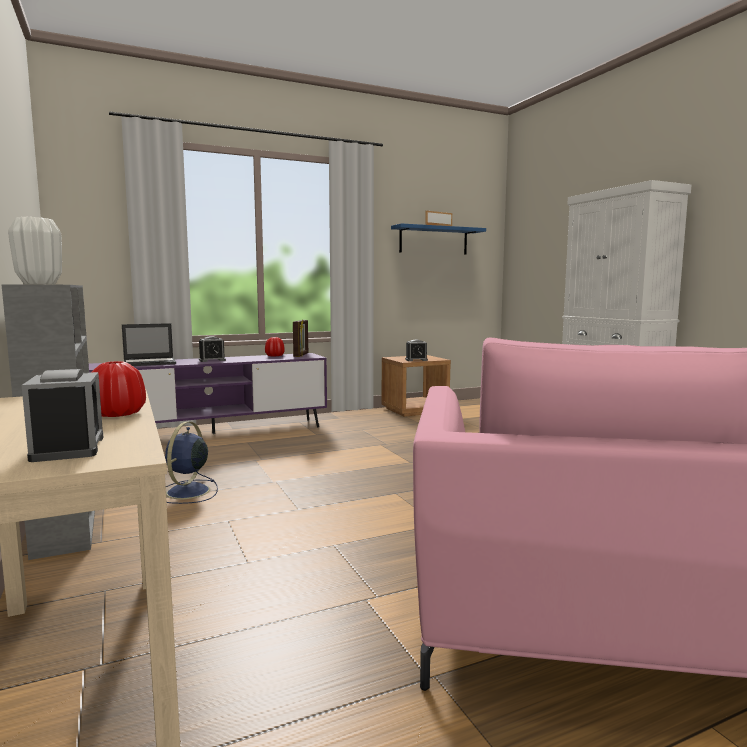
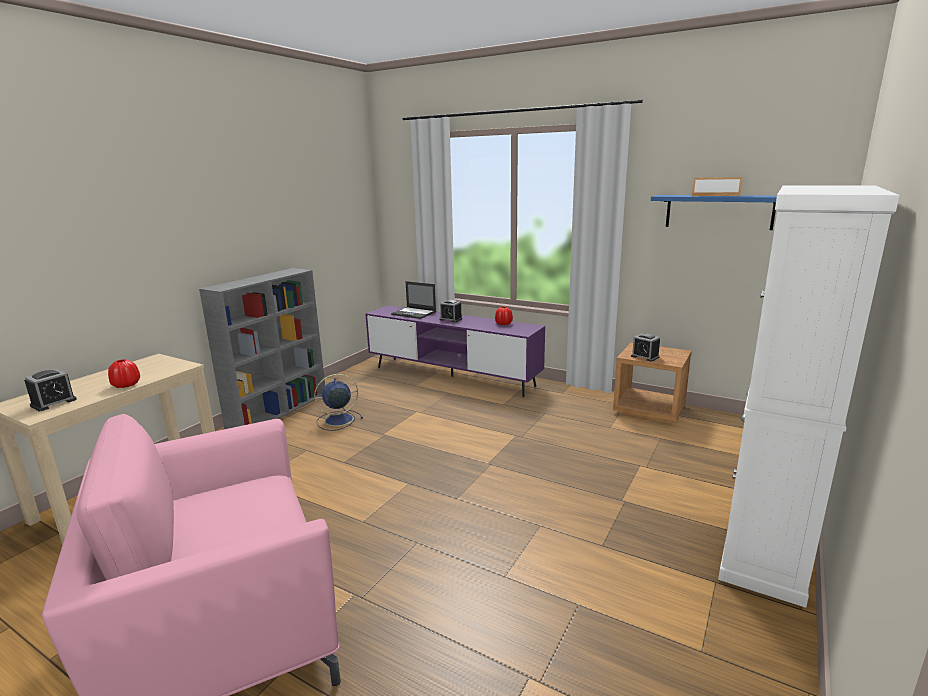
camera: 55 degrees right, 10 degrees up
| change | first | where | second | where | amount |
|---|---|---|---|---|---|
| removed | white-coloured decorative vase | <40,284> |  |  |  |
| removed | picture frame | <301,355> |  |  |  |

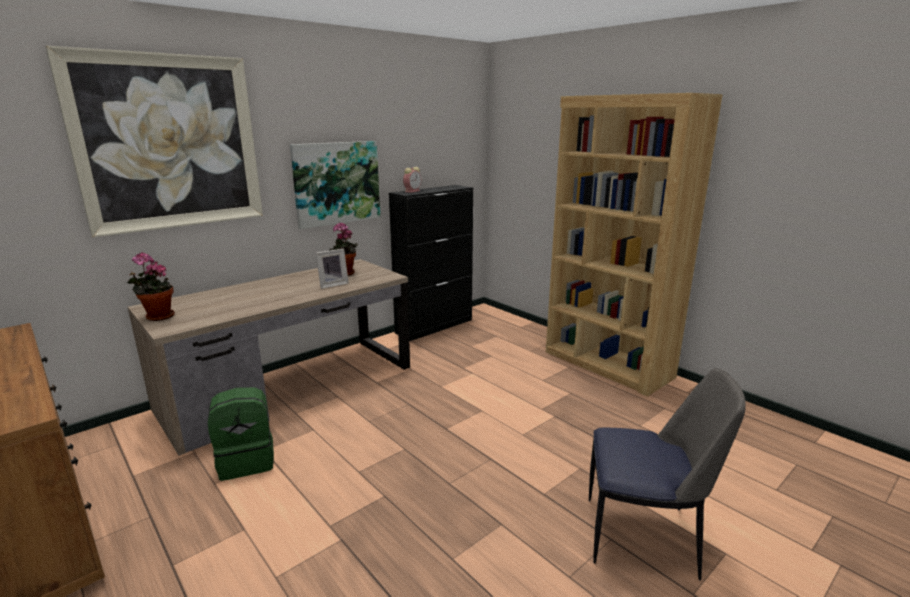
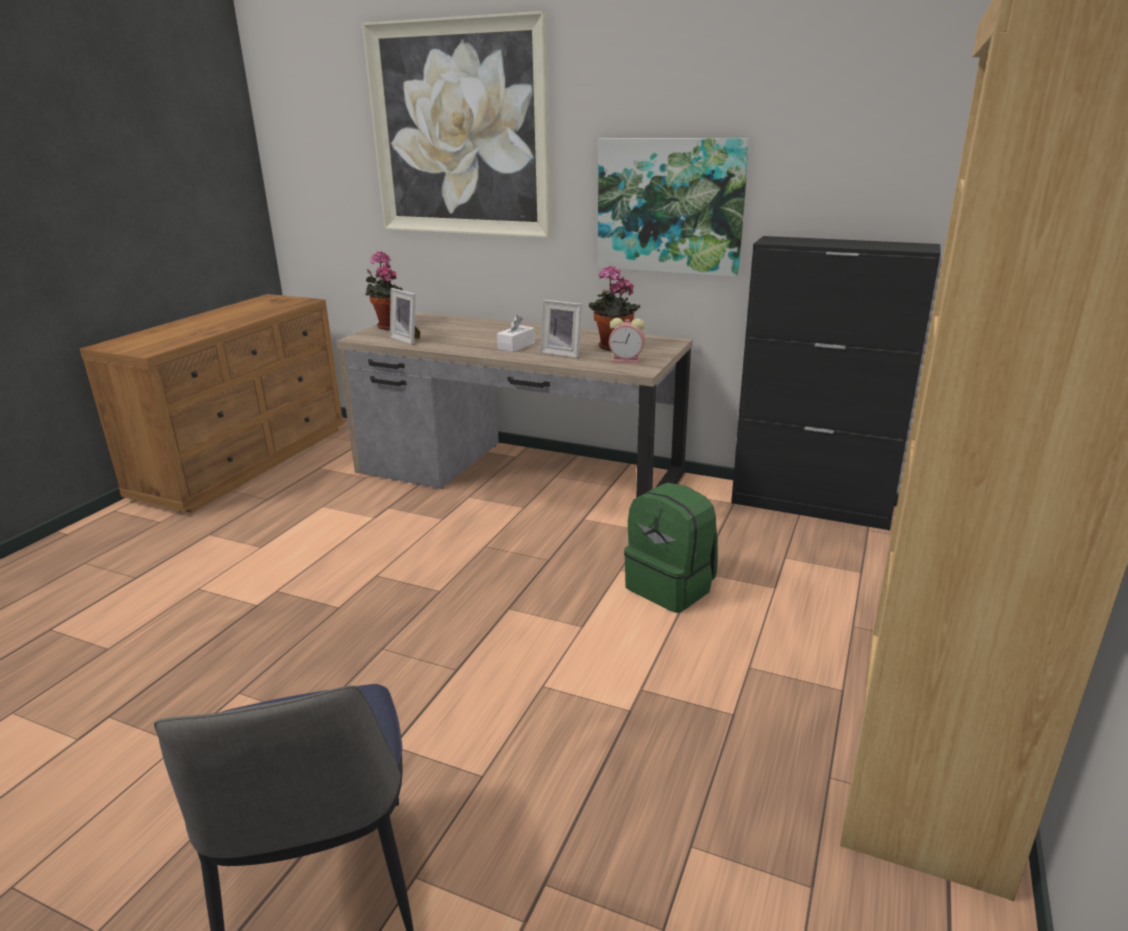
camera: 65 degrees right, 5 degrees up
| change | first | where | second | where | amount |
|---|---|---|---|---|---|
| moved | greenish backpack | <247,461> |  | <671,587> |  |
| moved | table clock | <412,191> |  | <627,360> |  |
| added |  |  | picture frame | <408,339> |  |
| added |  |  | white-coloured tissue holder | <516,346> |  |

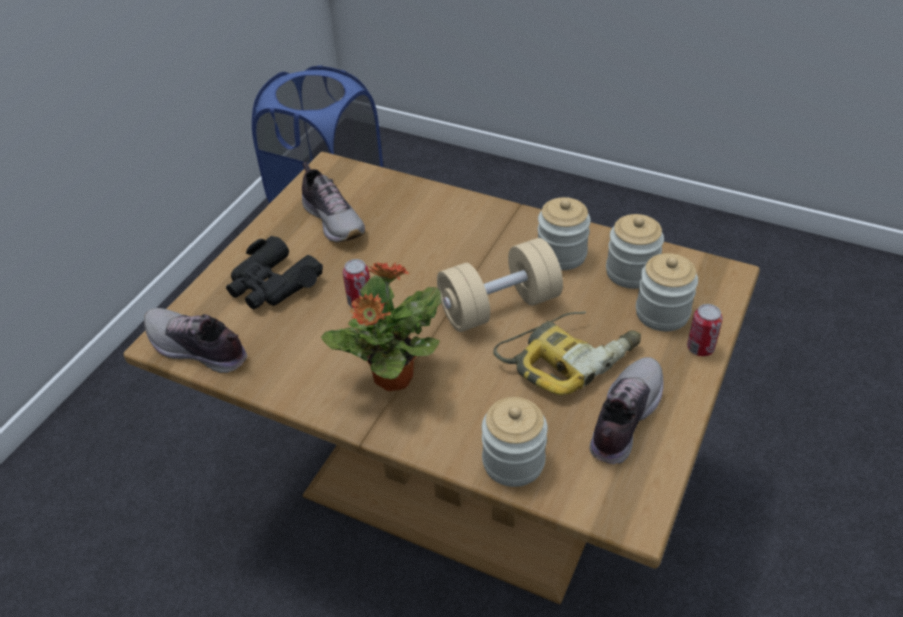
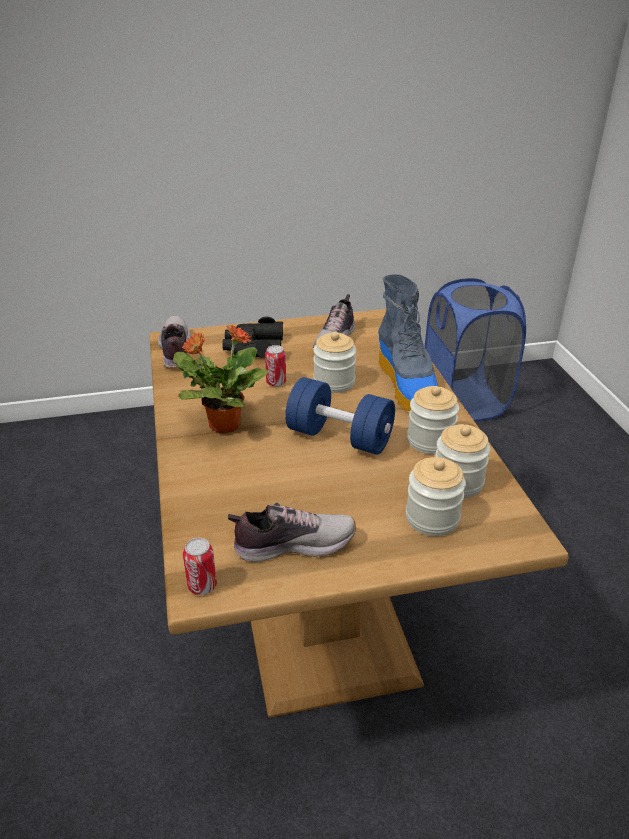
camera: 50 degrees right, 10 degrees down
| change | first | where | second | where | amount |
|---|---|---|---|---|---|
| recoloured | beige-coloured free weight | <499,306> | blue free weight | <339,437> |  |
| moved | jar | <513,461> |  | <334,382> |  |
| removed | power drill | <569,357> |  |  |  |
| moved | can | <700,348> |  | <202,586> |  |
| added |  |  | boot | <408,386> |  |

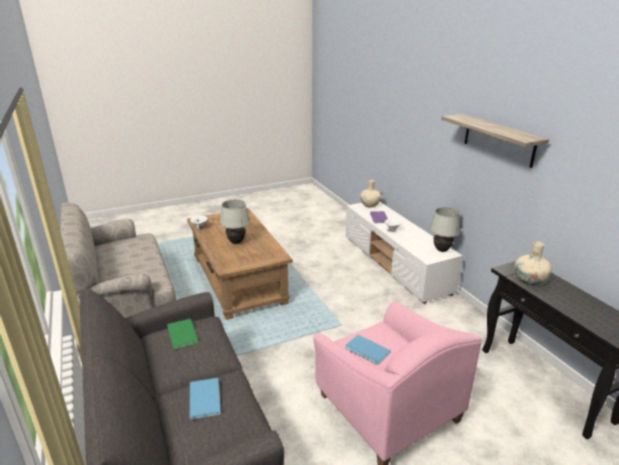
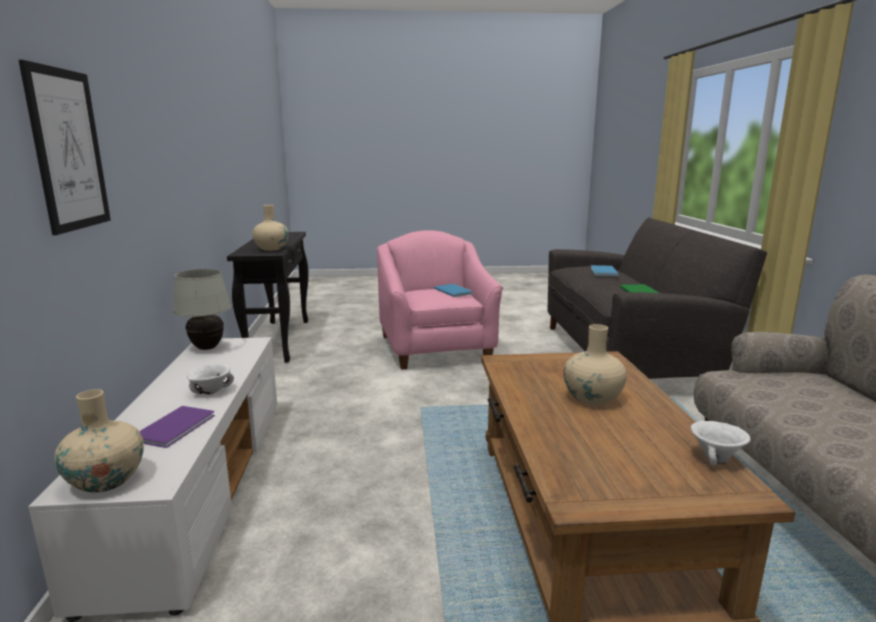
camera: 160 degrees left, 10 degrees down
| change | first | where | second | where | amount |
|---|---|---|---|---|---|
| replaced | white-coloured table lamp | <236,242> | beige-coloured decorative vase | <592,398> |  |
| removed | bracket shelf | <498,140> |  |  |  |
| added |  |  | picture | <68,150> |  |

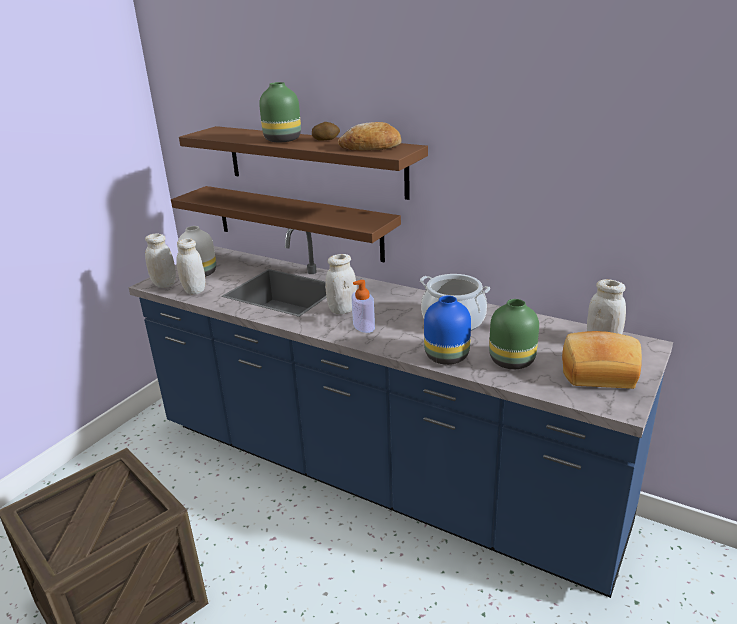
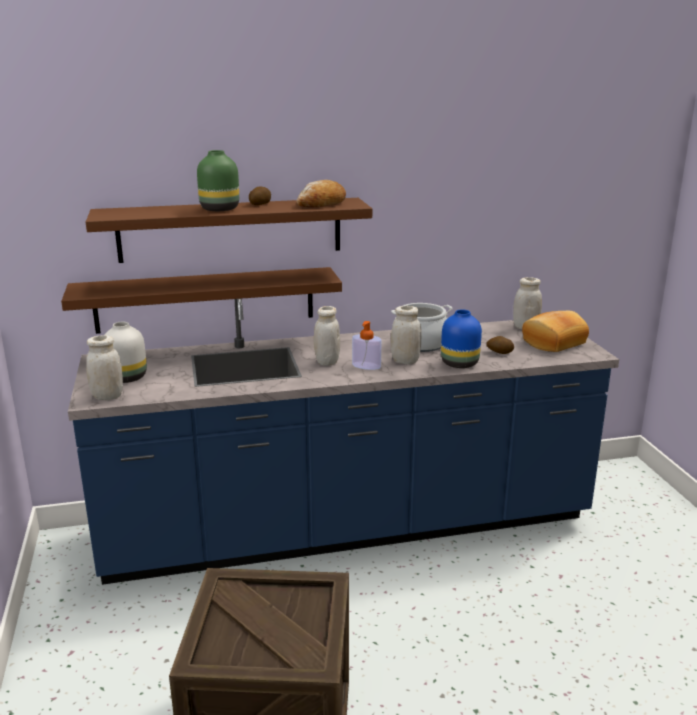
camera: 45 degrees left, 5 degrees down
| change | first | where | second | where | amount |
|---|---|---|---|---|---|
| moved | white-coloured jar | <194,290> |  | <405,361> |  |
| replaced | greenish decorative vase | <511,360> | spud | <499,352> |  |

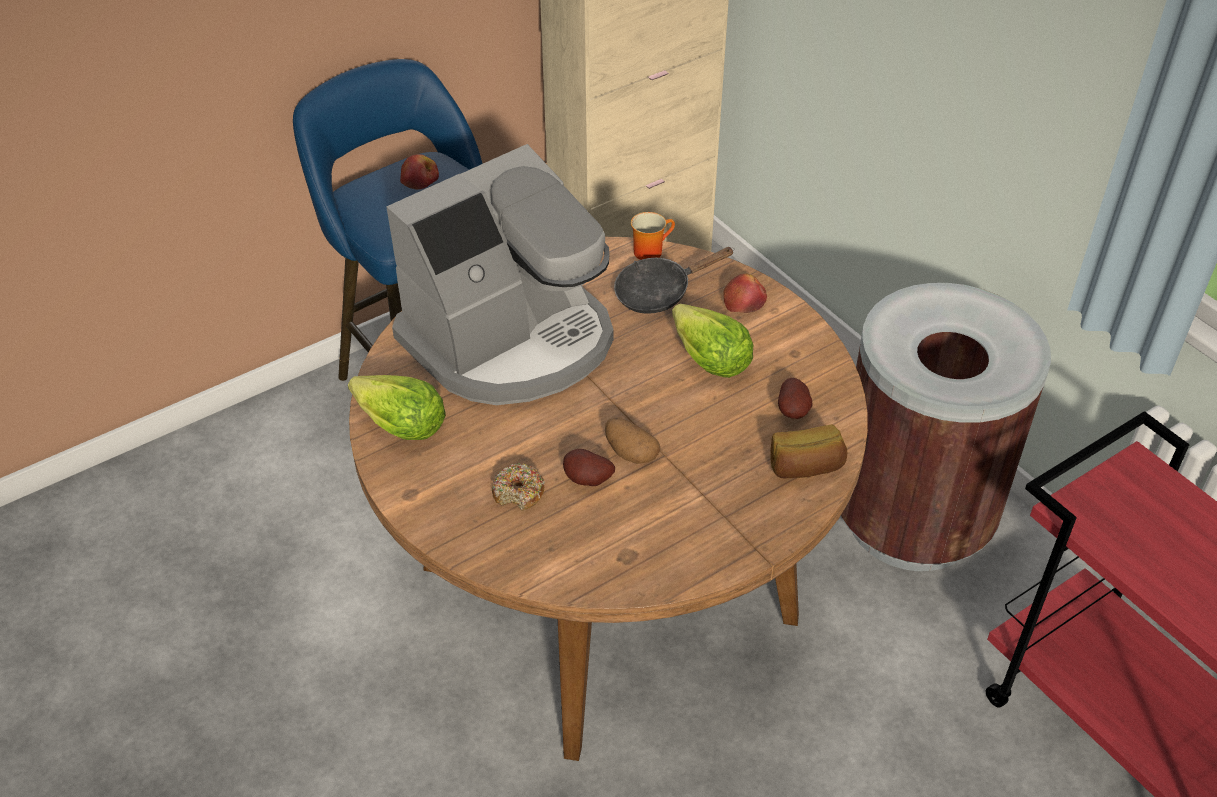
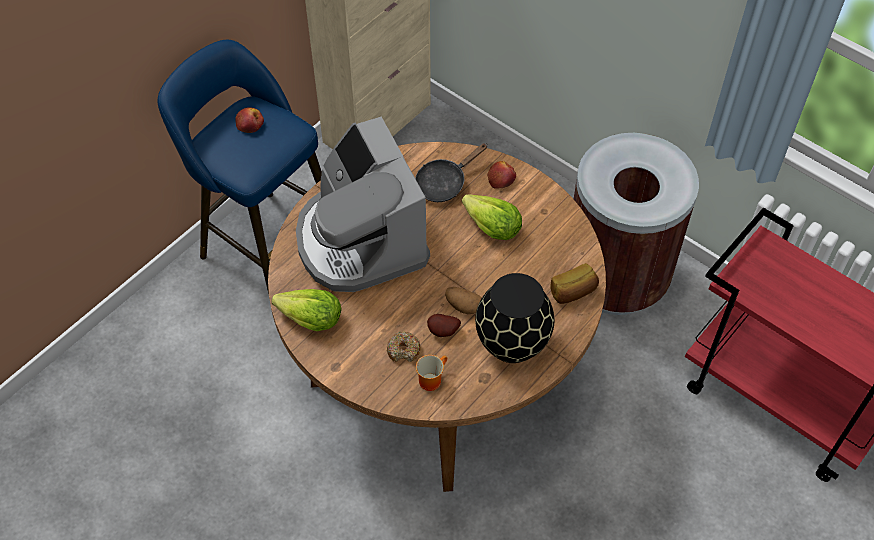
camera: 15 degrees left, 10 degrees up
| change | first | where | second | where | amount |
|---|---|---|---|---|---|
| turned | coffee machine | <511,341> |  | <360,241> | 120 degrees clockwise |
| moved | mug | <649,250> |  | <430,378> |  |
| removed | spud | <794,411> |  |  |  |
| added |  |  | black-coloured decorative vase | <513,342> |  |

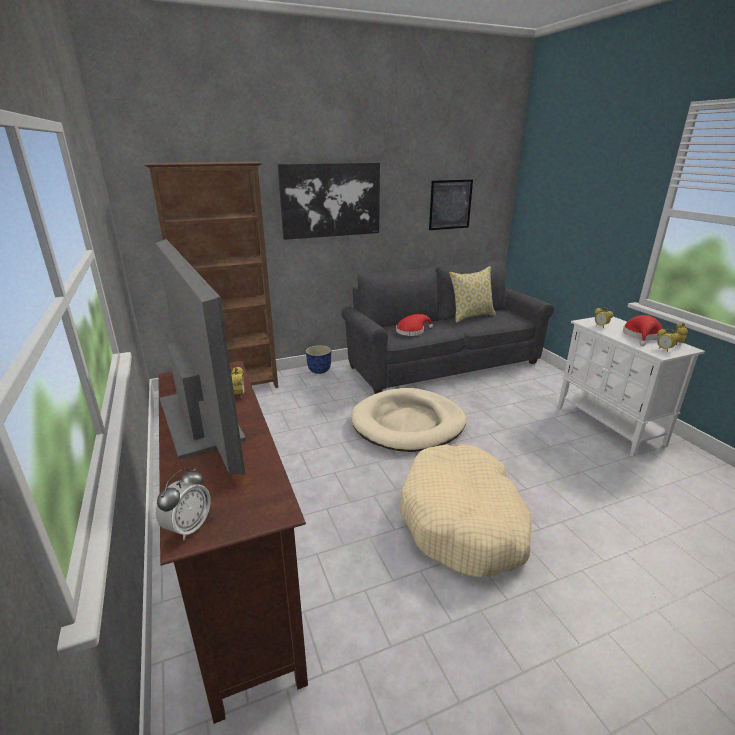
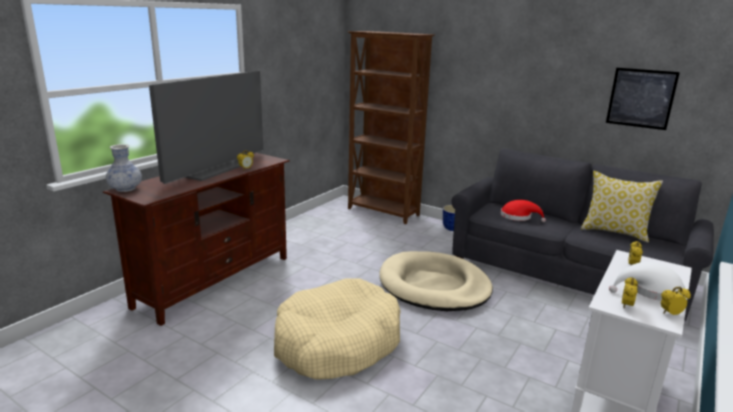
camera: 55 degrees right, 5 degrees down
| change | first | where | second | where | amount |
|---|---|---|---|---|---|
| replaced | table clock | <188,528> | decorative vase | <125,189> |  |
| removed | picture | <331,200> |  |  |  |
| recoloured | red wearable hat | <642,336> | white-coloured wearable hat | <650,291> |  |

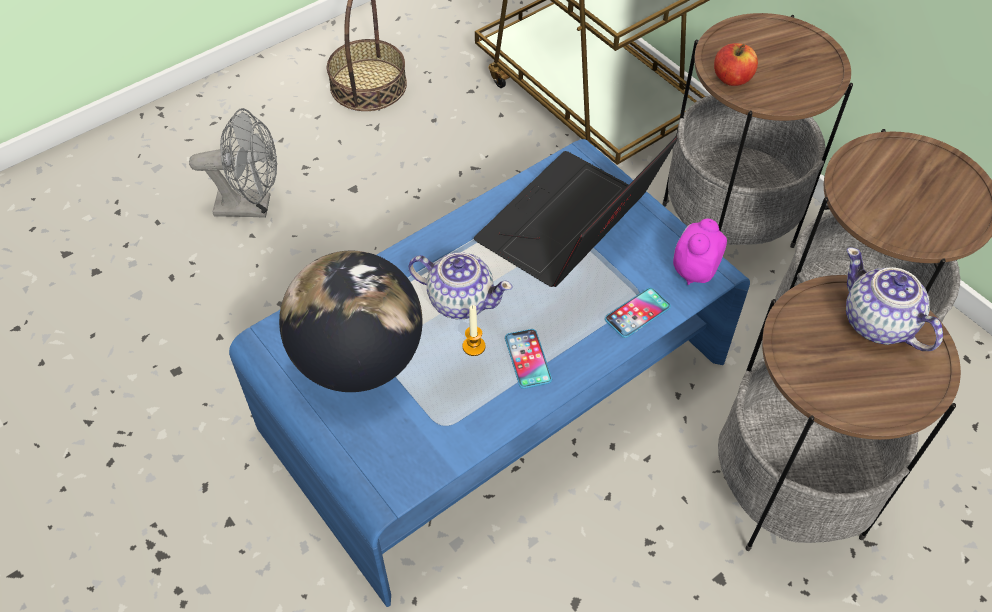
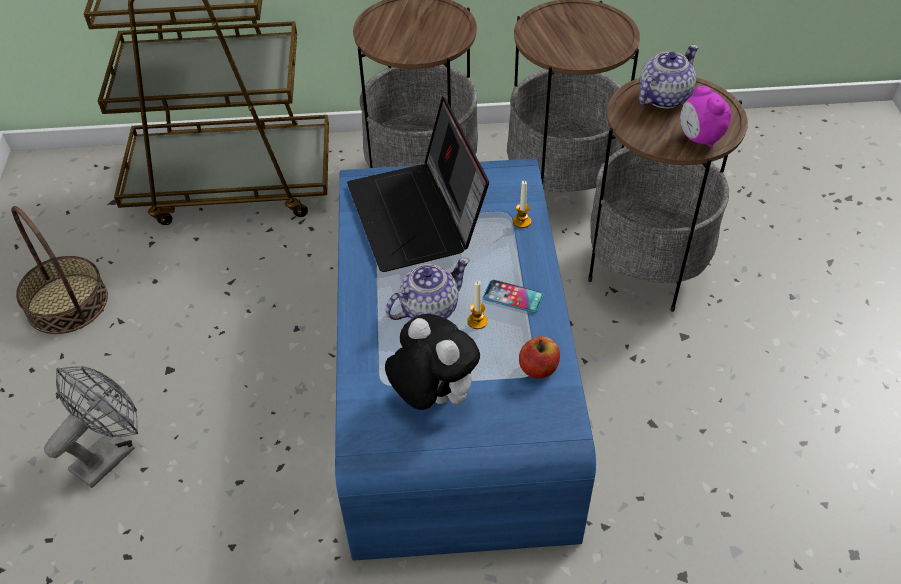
camera: 55 degrees left, 5 degrees down
| change | first | where | second | where | amount |
|---|---|---|---|---|---|
| replaced | desk globe | <358,360> | soft toy | <432,396> |  |
| replaced | handset | <637,313> | wax candle | <522,221> |  |
| moved | table clock | <694,270> |  | <699,138> |  |
| moved | whole apple | <732,78> |  | <538,368> |  |
| turned | pot for tea | <878,324> |  | <663,97> | 135 degrees clockwise |

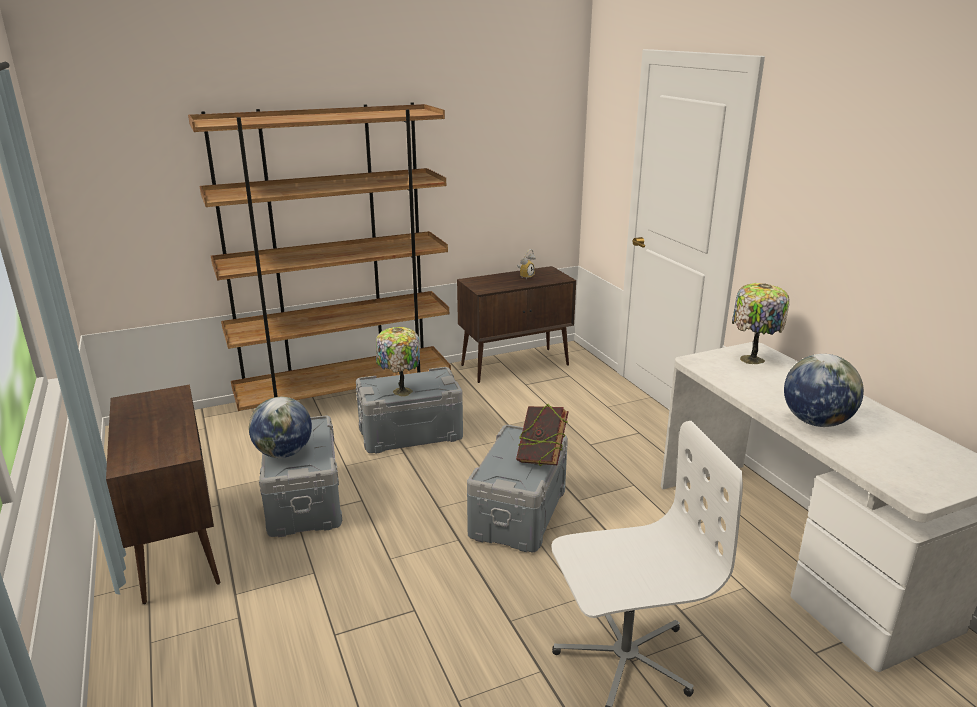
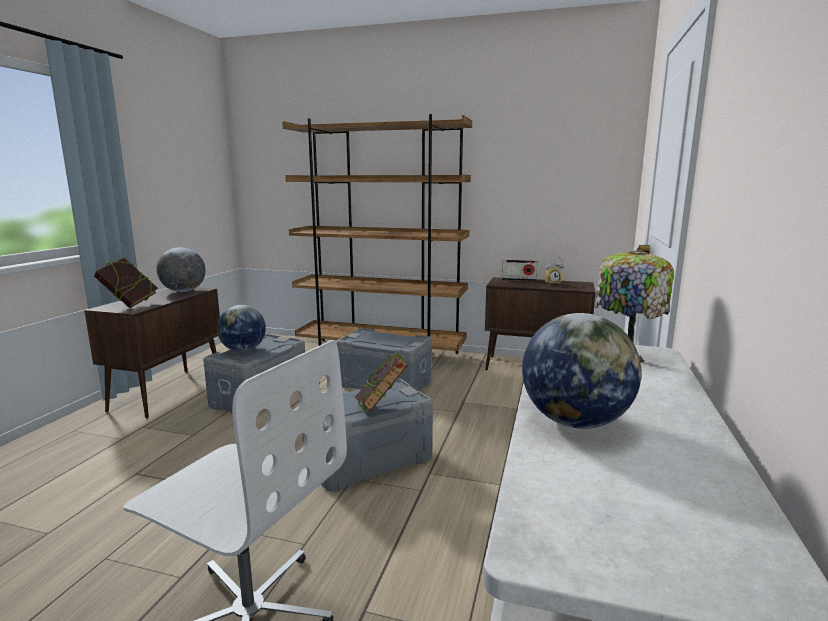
camera: 40 degrees right, 10 degrees down
| change | first | where | second | where | amount |
|---|---|---|---|---|---|
| removed | table lamp | <400,391> |  |  |  |
| added |  |  | bound book | <130,304> |  |
| added |  |  | desk globe | <183,291> |  |
| added |  |  | radio | <518,280> |  |

